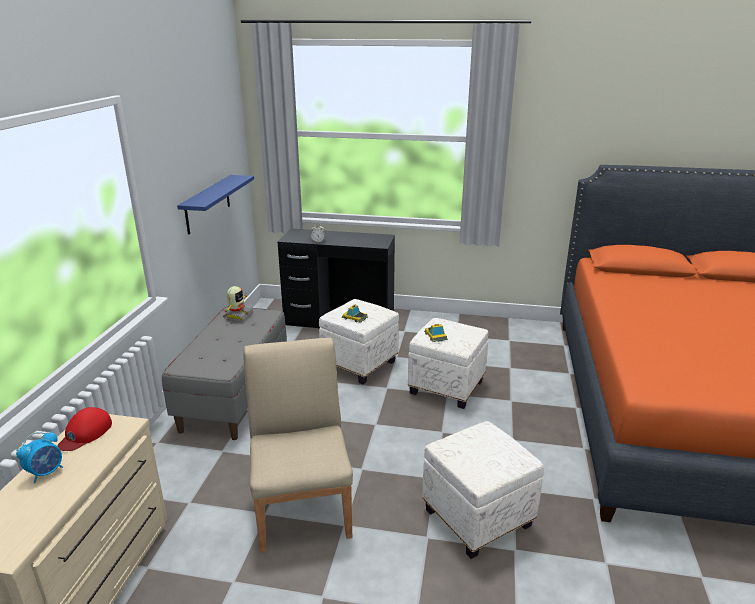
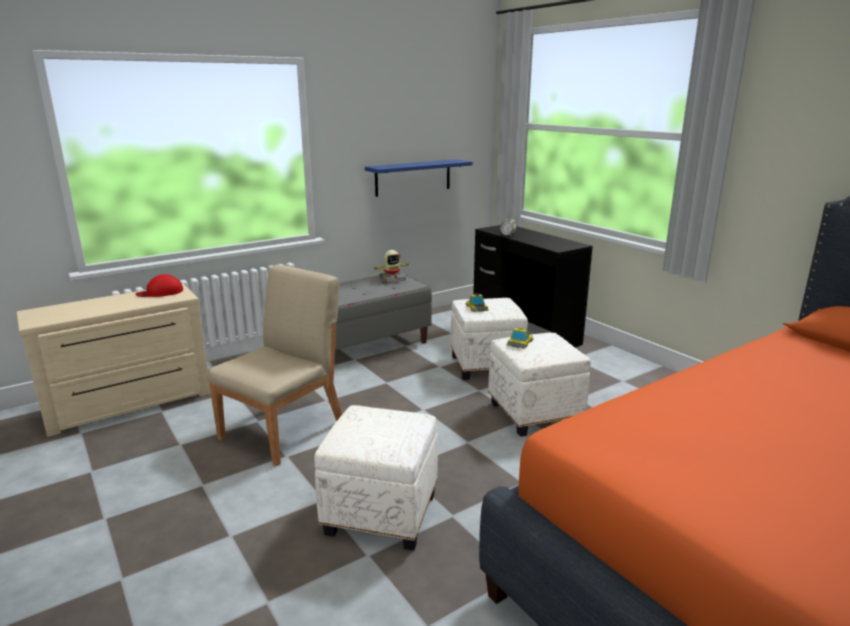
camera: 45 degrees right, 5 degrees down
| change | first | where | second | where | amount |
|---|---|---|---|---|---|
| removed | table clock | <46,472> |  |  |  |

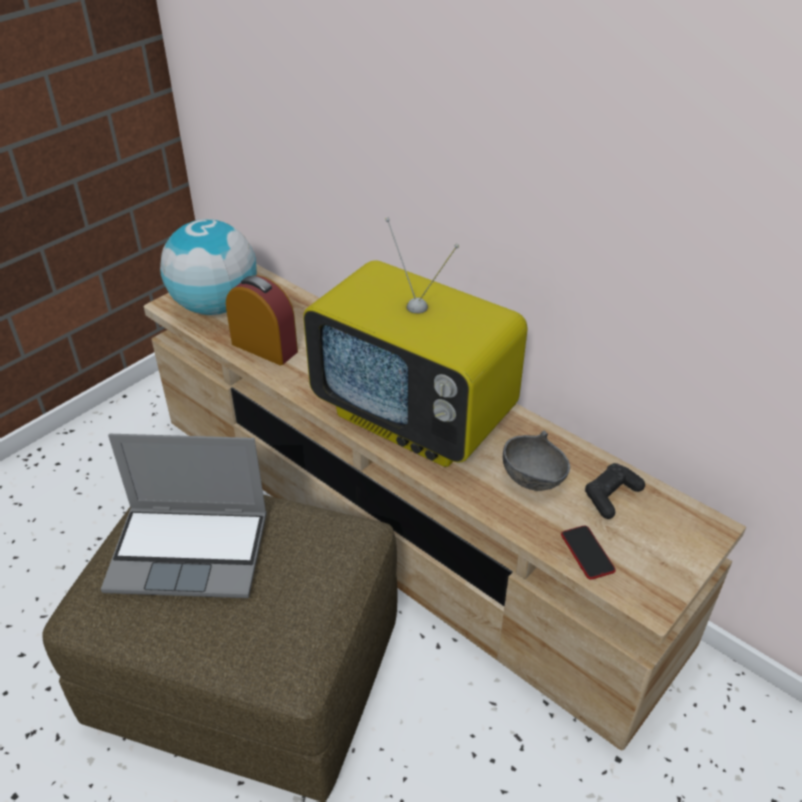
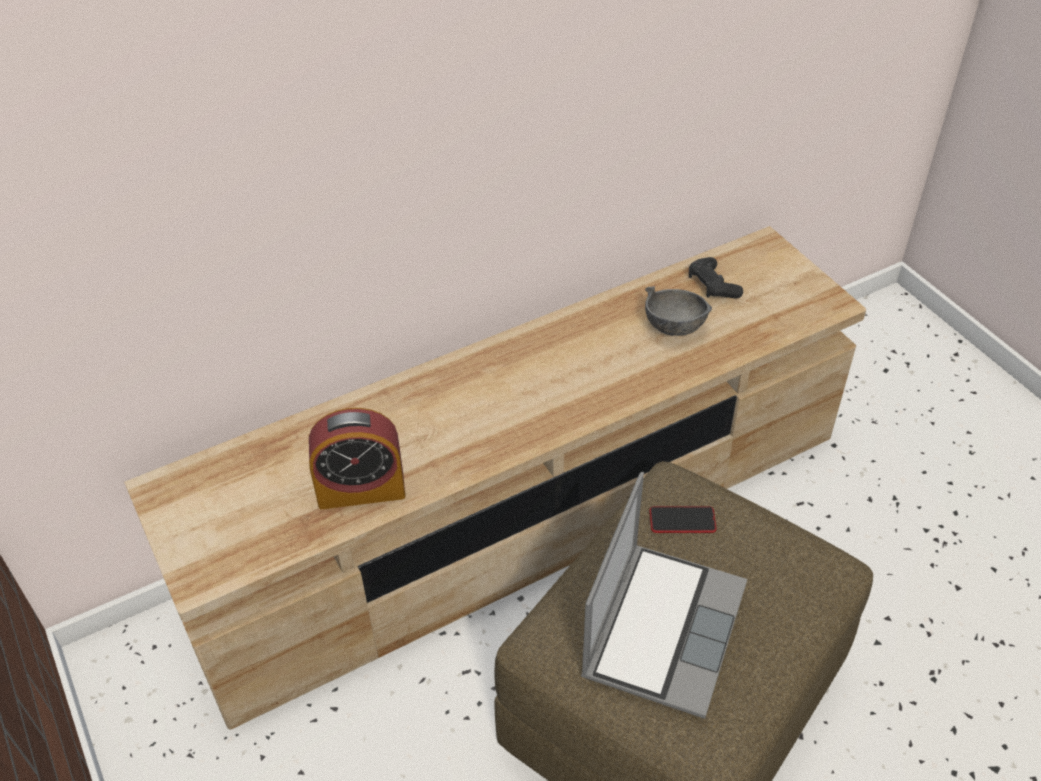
camera: 70 degrees left, 5 degrees up
| change | first | where | second | where | amount |
|---|---|---|---|---|---|
| removed | desk globe | <215,306> |  |  |  |
| turned | table clock | <264,347> |  | <361,489> | 150 degrees counterclockwise |
| removed | TV | <416,418> |  |  |  |
| moved | handset | <587,553> |  | <682,520> |  |

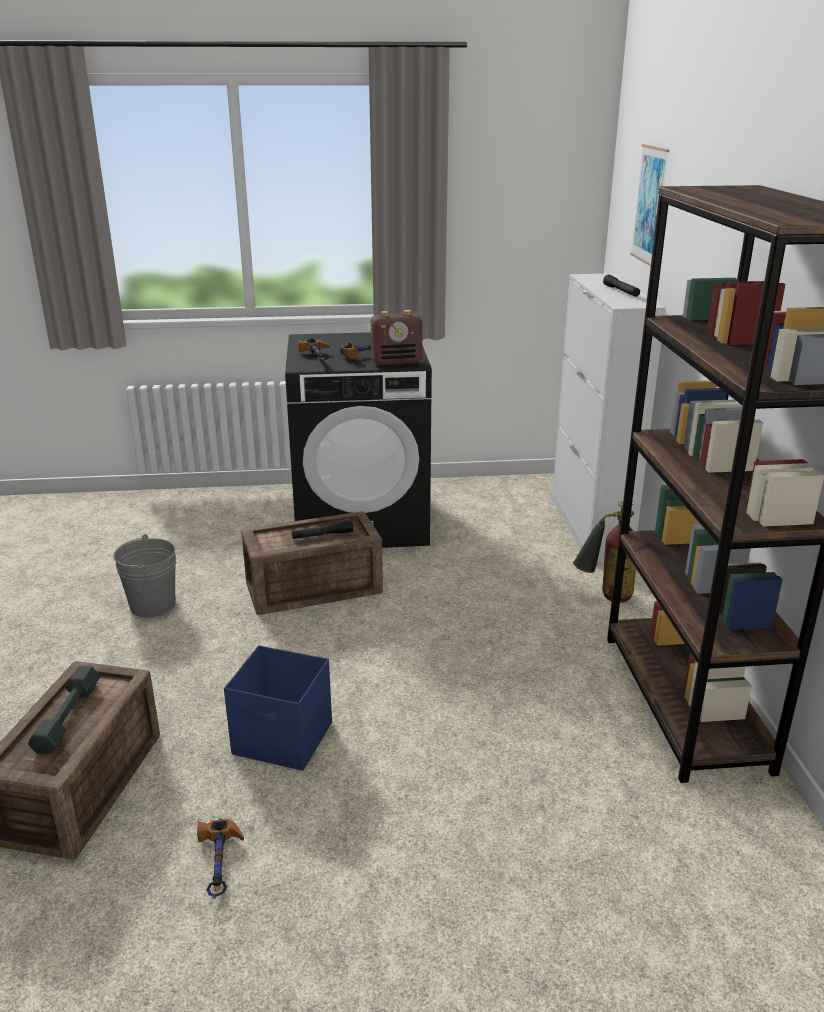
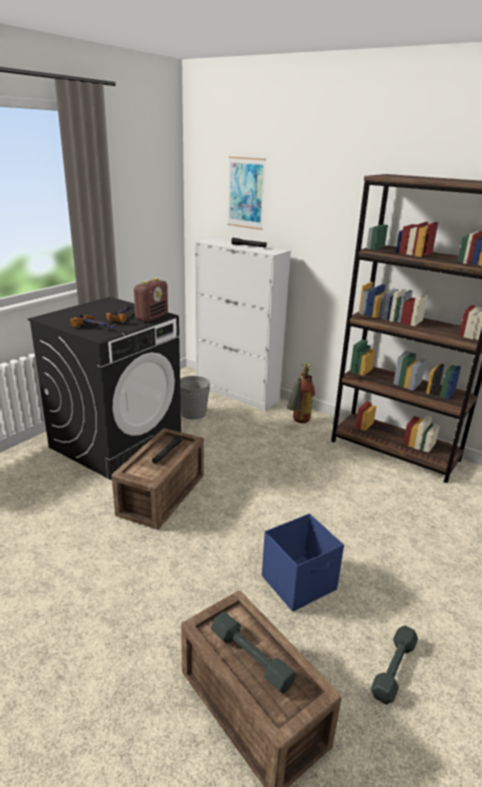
camera: 50 degrees left, 0 degrees up
| change | first | where | second | where | amount |
|---|---|---|---|---|---|
| moved | gray bucket | <152,605> |  | <193,413> |  |
| replaced | hand hammer | <220,867> | gray free weight | <393,668> |  |

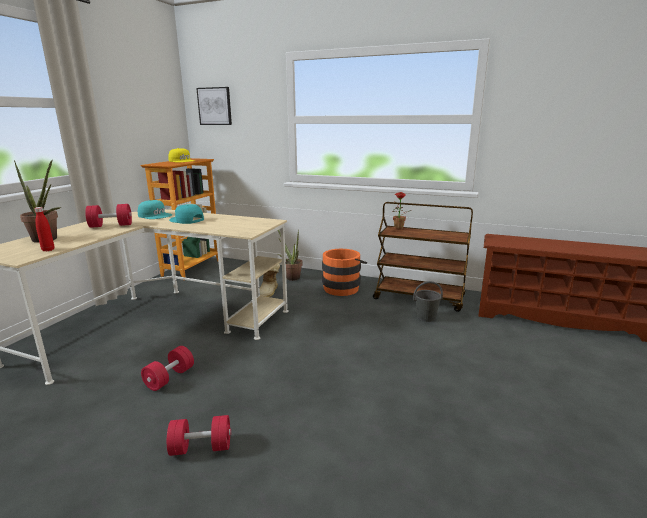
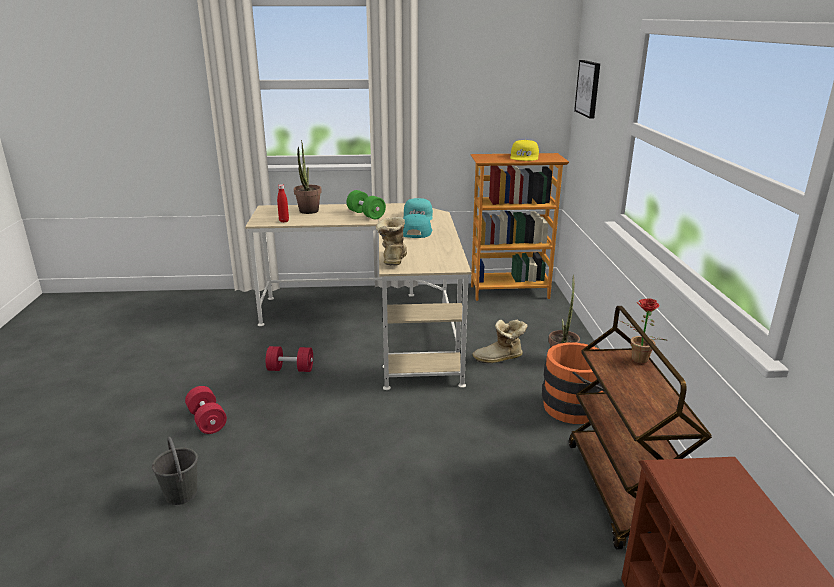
camera: 65 degrees right, 5 degrees up
| change | first | where | second | where | amount |
|---|---|---|---|---|---|
| recoloured | red free weight | <111,225> | greenish free weight | <366,215> |  |
| moved | gray bucket | <426,317> |  | <181,494> |  |
| added |  |  | boot | <392,260> |  |

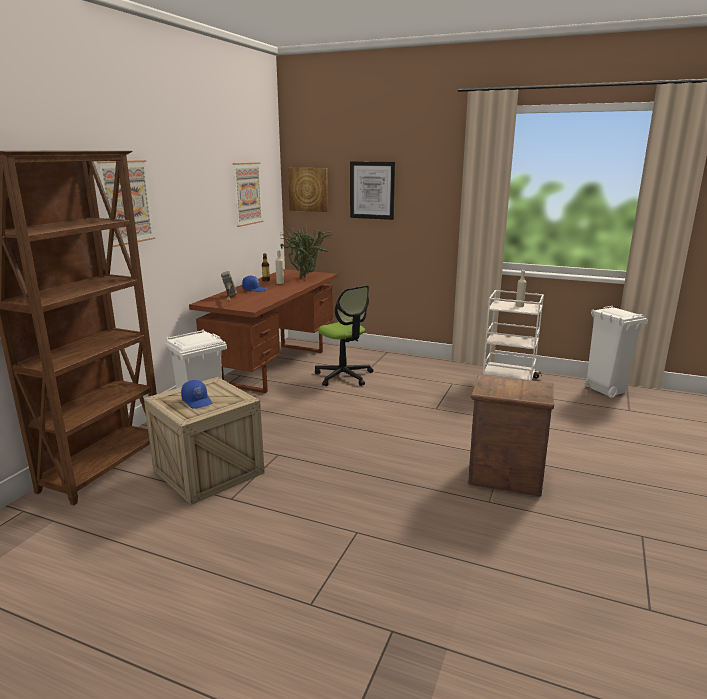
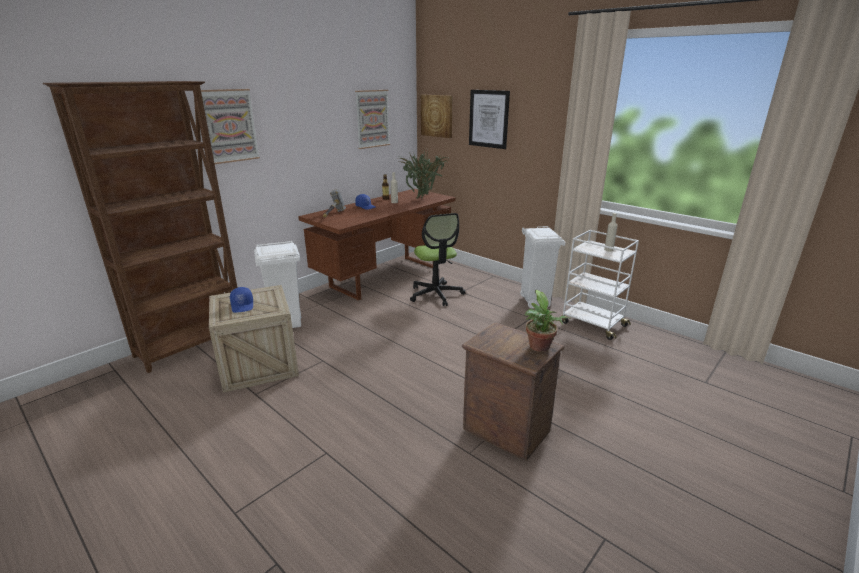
camera: 20 degrees right, 5 degrees up
| change | first | where | second | where | amount |
|---|---|---|---|---|---|
| moved | white-coloured waste bin | <605,390> |  | <535,301> |  |
| added |  |  | potted plant | <540,348> |  |

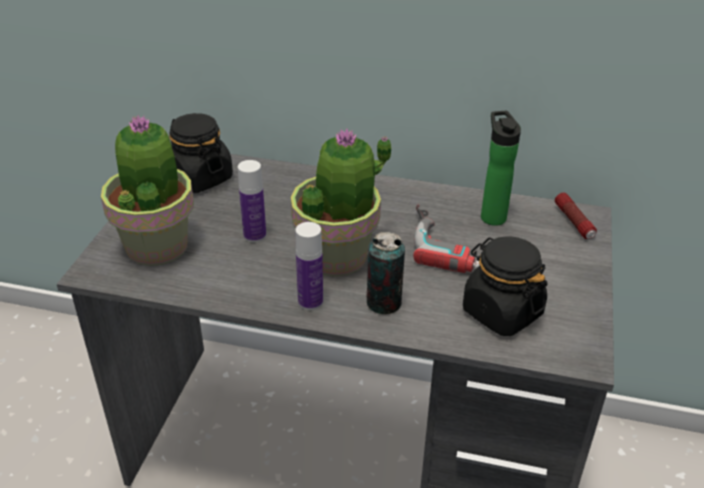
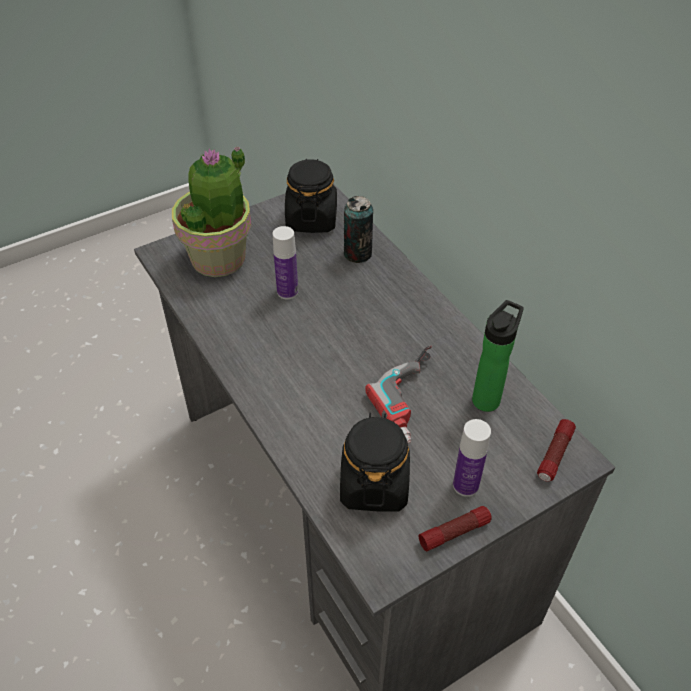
camera: 45 degrees right, 10 degrees up
| change | first | where | second | where | amount |
|---|---|---|---|---|---|
| removed | potted plant | <337,256> |  |  |  |
| moved | bottle | <310,301> |  | <465,485> |  |
| moved | can | <383,303> |  | <357,254> |  |
| added |  |  | flashlight | <454,532> |  |

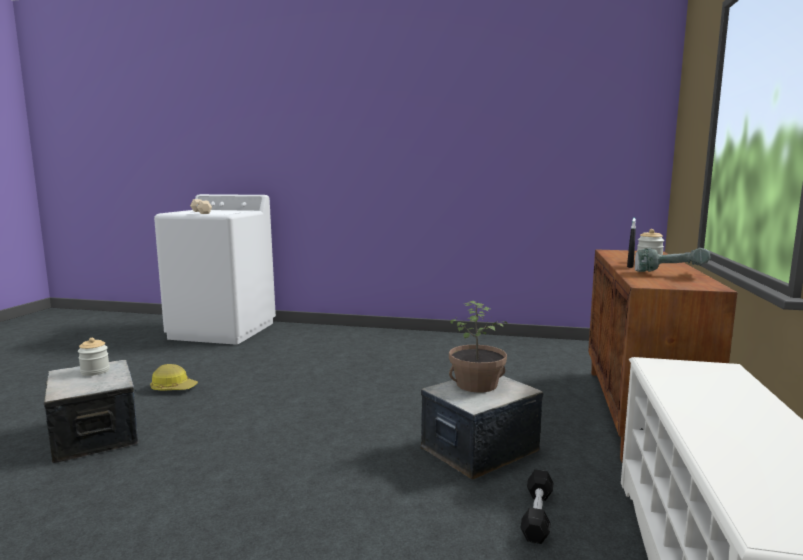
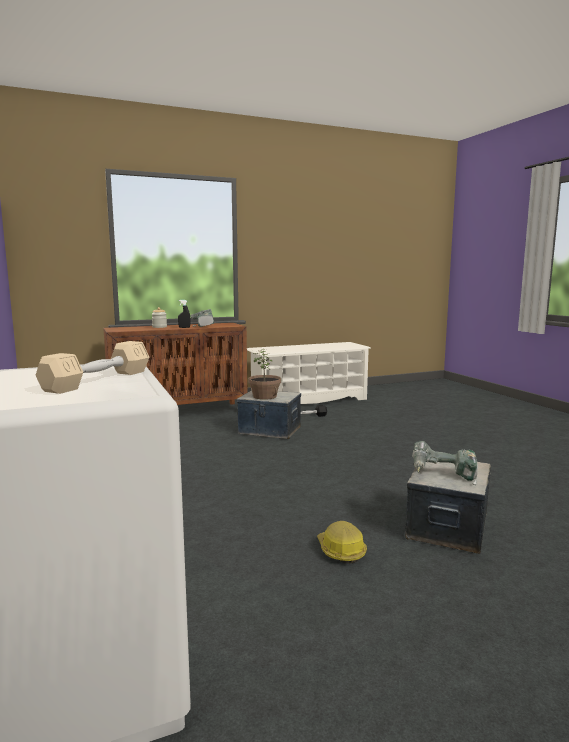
camera: 125 degrees left, 0 degrees up
| change | first | where | second | where | amount |
|---|---|---|---|---|---|
| replaced | jar | <95,371> | power drill | <443,476> |  |

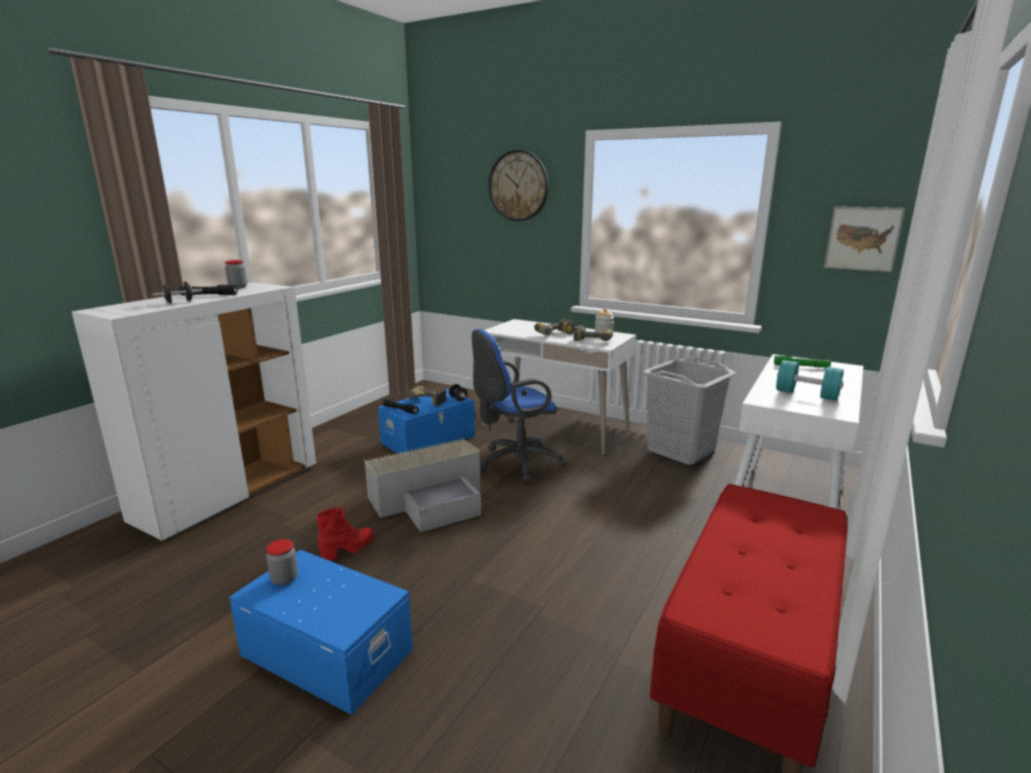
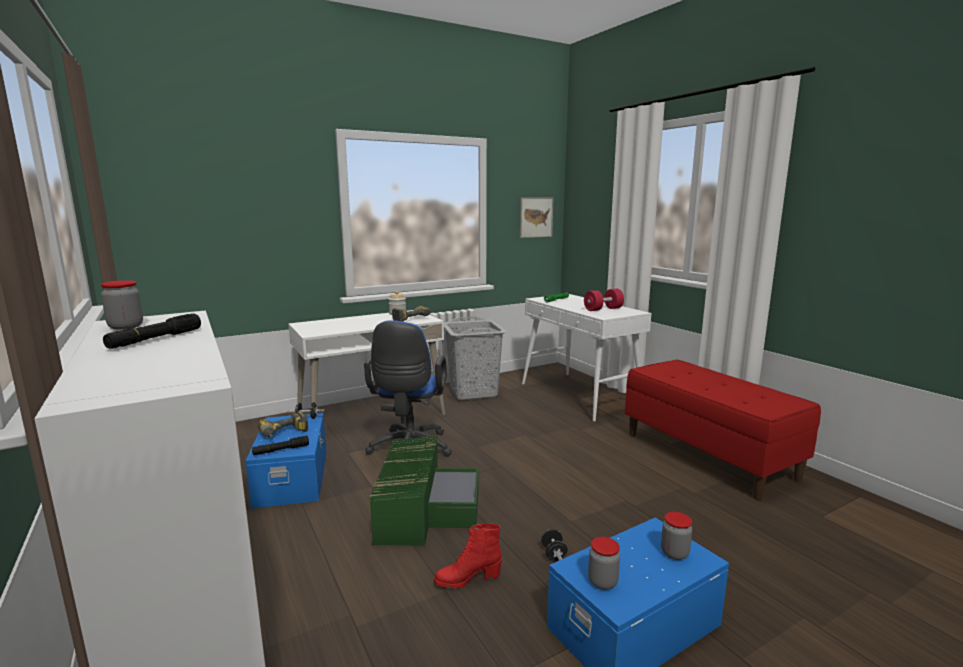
camera: 60 degrees left, 5 degrees down
| change | first | where | second | where | amount |
|---|---|---|---|---|---|
| moved | black-coloured free weight | <179,302> |  | <553,554> |  |
| turned | red boot | <348,549> |  | <467,579> | 90 degrees counterclockwise |
| recoloured | gray storage bin | <431,500> | greenish storage bin | <423,507> |  |
| removed | hanging clock | <518,186> |  |  |  |
| removed | power drill | <556,335> |  |  |  |
| recoloured | blue-green free weight | <806,394> | red free weight | <603,309> |  |
| added |  |  | jar | <674,553> |  |

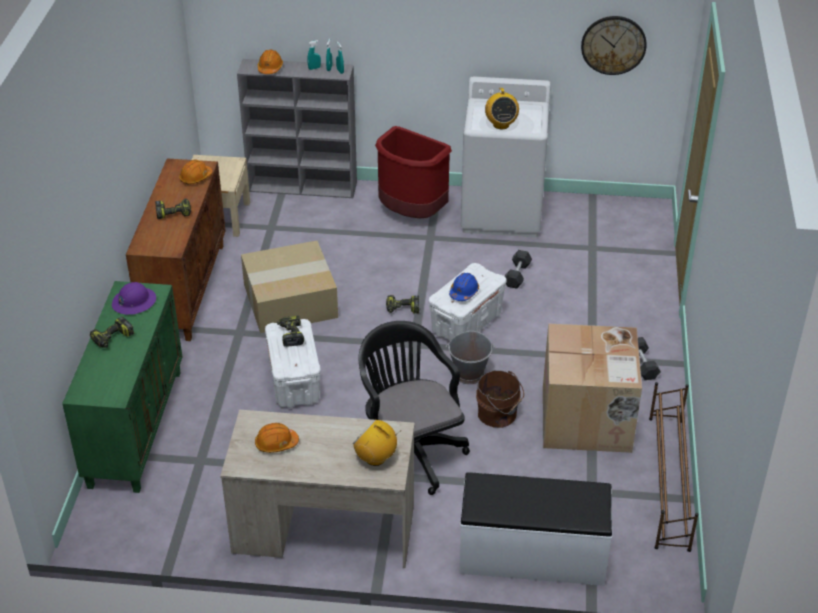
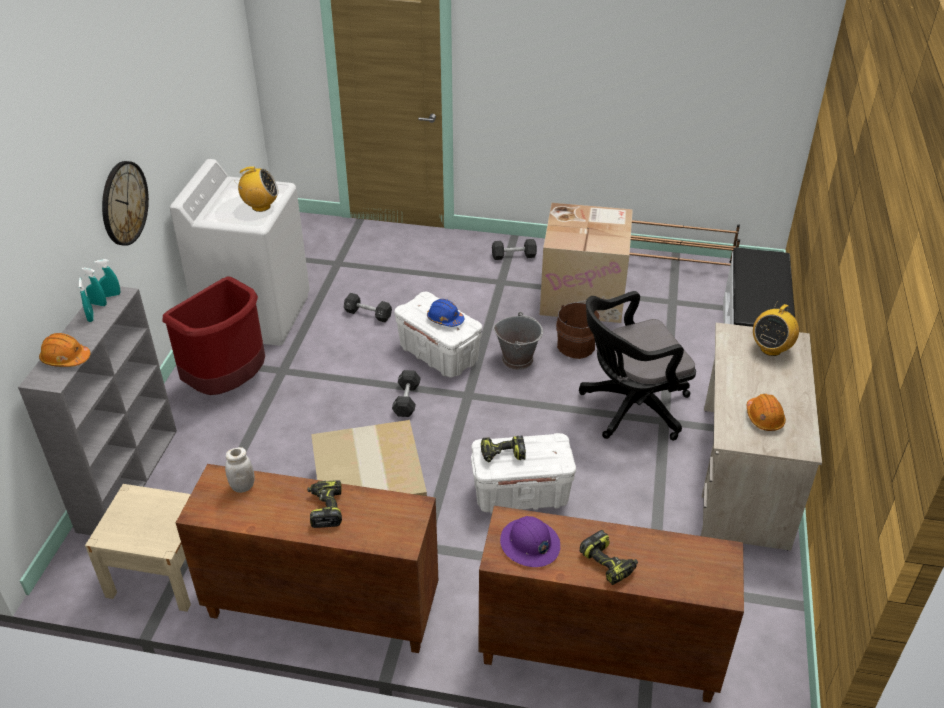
camera: 85 degrees left, 0 degrees up
| change | first | where | second | where | amount |
|---|---|---|---|---|---|
| recoloured | greenish cupboard | <135,427> | brown-coloured cupboard | <597,654> |  |
| replaced | orange-coloured work helmet | <195,178> | white-coloured jar | <243,486> |  |
| replaced | power drill | <402,309> | black-coloured free weight | <406,400> |  |
| moved | hanging clock | <613,45> |  | <124,203> |  |

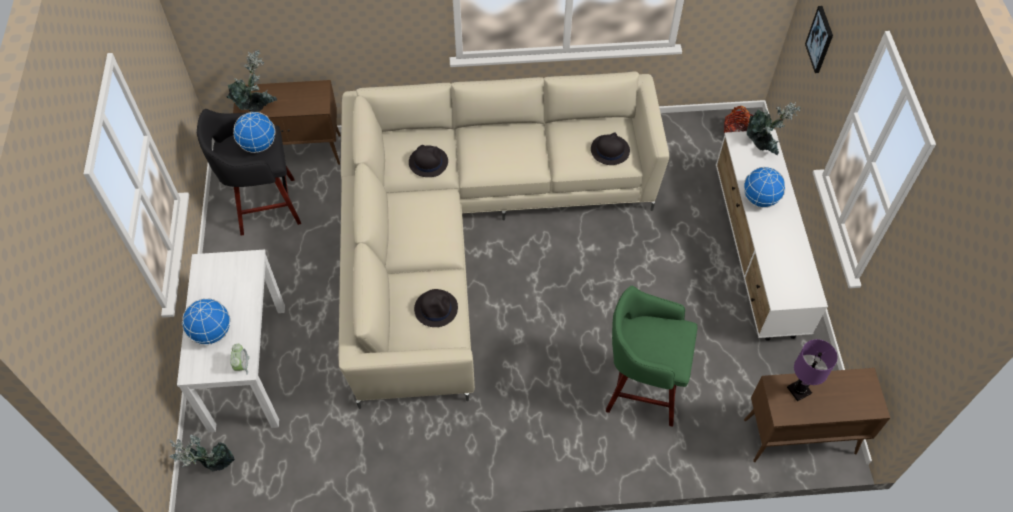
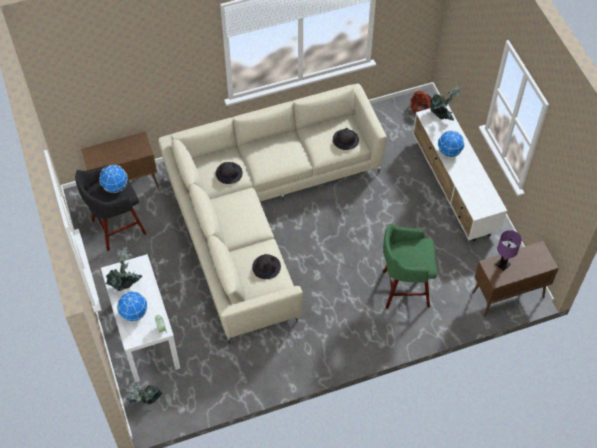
camera: 15 degrees left, 0 degrees up
| change | first | where | second | where | amount |
|---|---|---|---|---|---|
| moved | potted plant | <256,106> |  | <125,283> |  |
| removed | picture | <820,39> |  |  |  |

